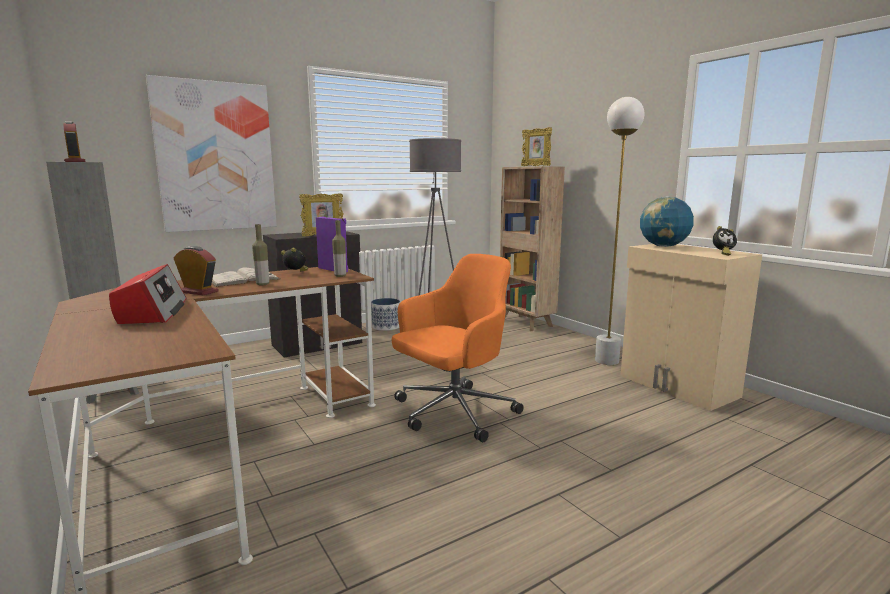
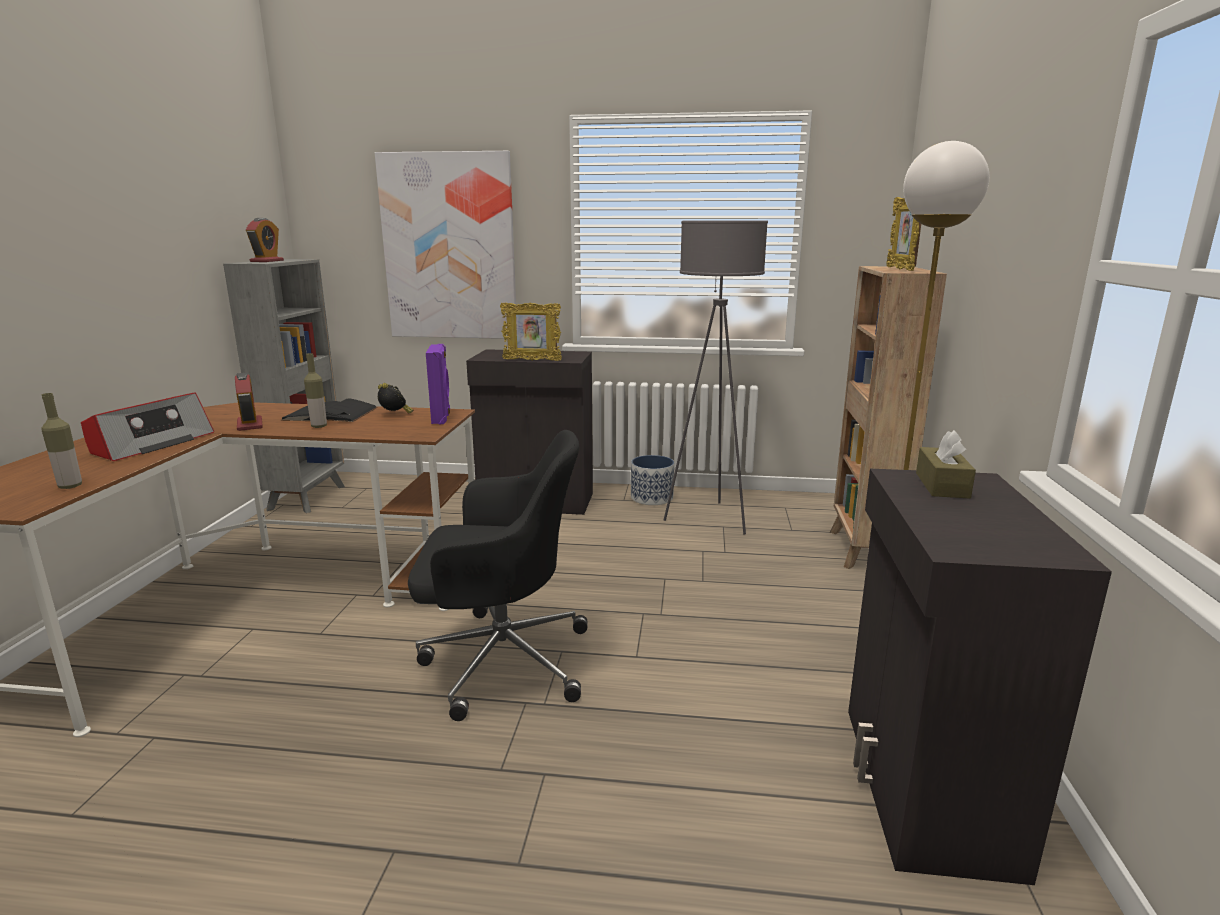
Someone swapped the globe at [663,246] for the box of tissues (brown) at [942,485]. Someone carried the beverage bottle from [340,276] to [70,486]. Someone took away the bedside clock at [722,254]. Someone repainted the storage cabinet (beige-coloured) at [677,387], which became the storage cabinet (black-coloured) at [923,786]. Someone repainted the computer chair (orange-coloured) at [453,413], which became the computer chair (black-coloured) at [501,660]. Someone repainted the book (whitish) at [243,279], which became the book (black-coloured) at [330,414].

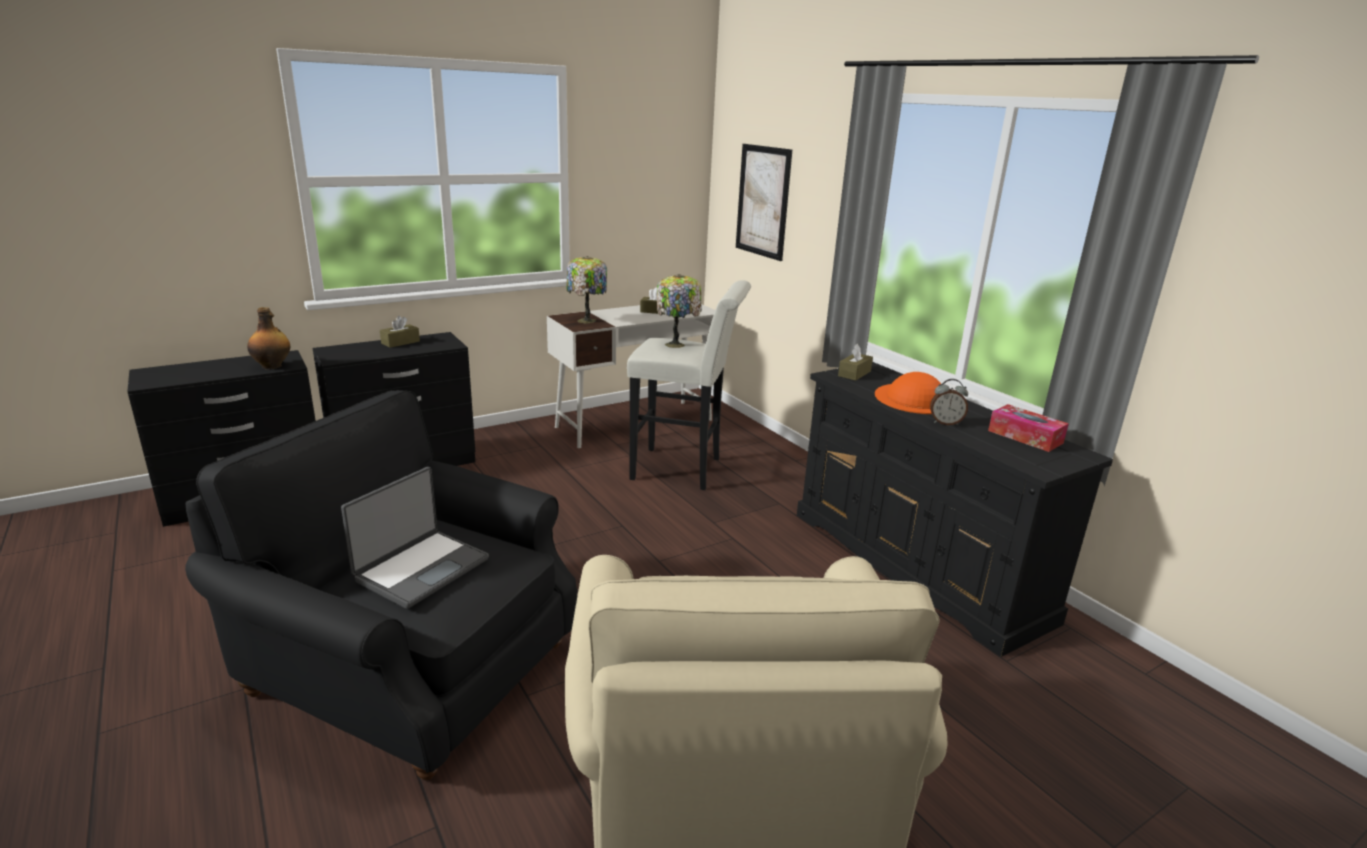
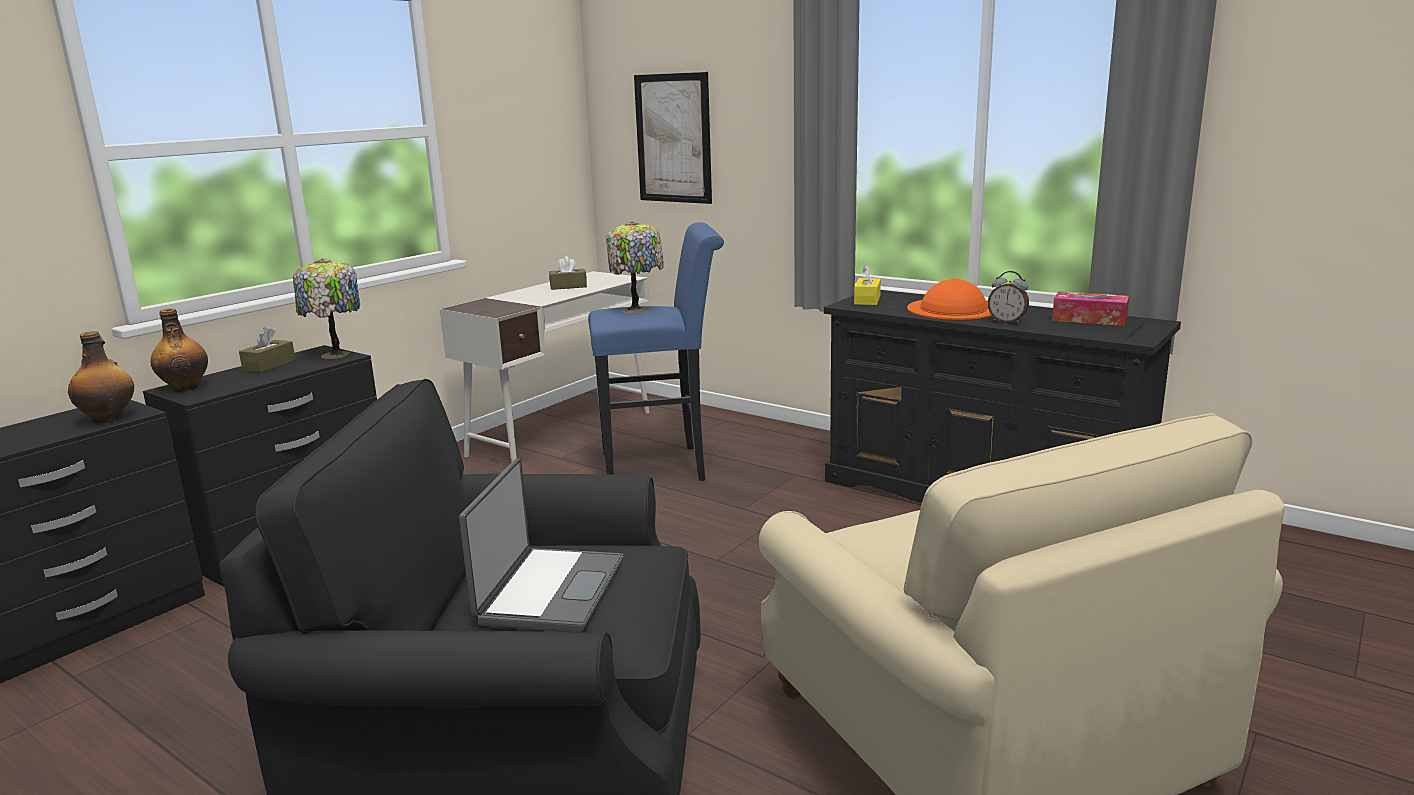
Someone carried the lamp for a table from [586,321] to [336,355]. Someone repainted the stool (whitish) at [683,470], which became the stool (blue) at [662,466]. Someone repainted the box of tissues (brown) at [854,374], which became the box of tissues (yellow-coloured) at [867,300]. Someone rotated the bedside clock at [945,423] by 45 degrees clockwise. Someone put down the beverage bottle at [186,388].

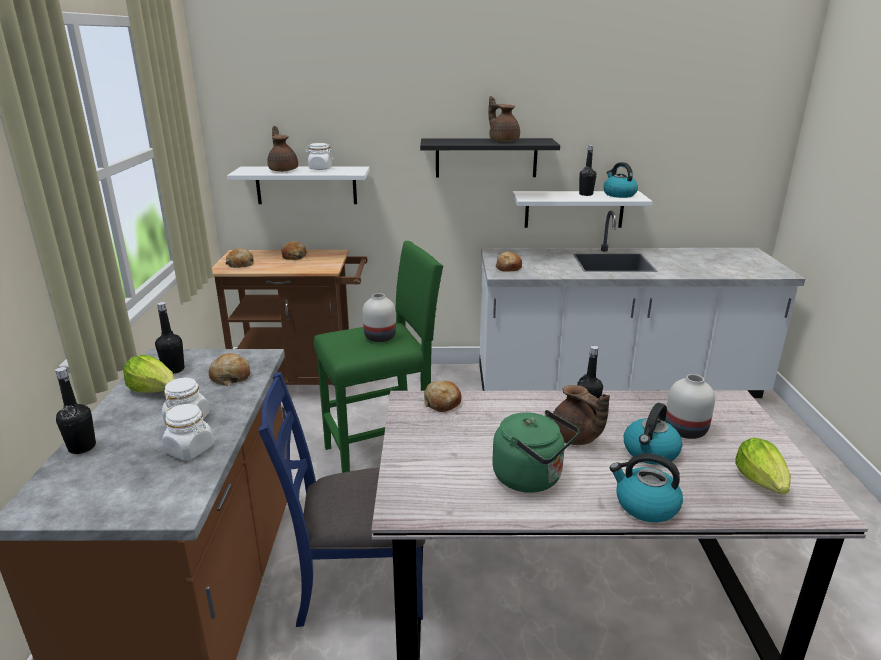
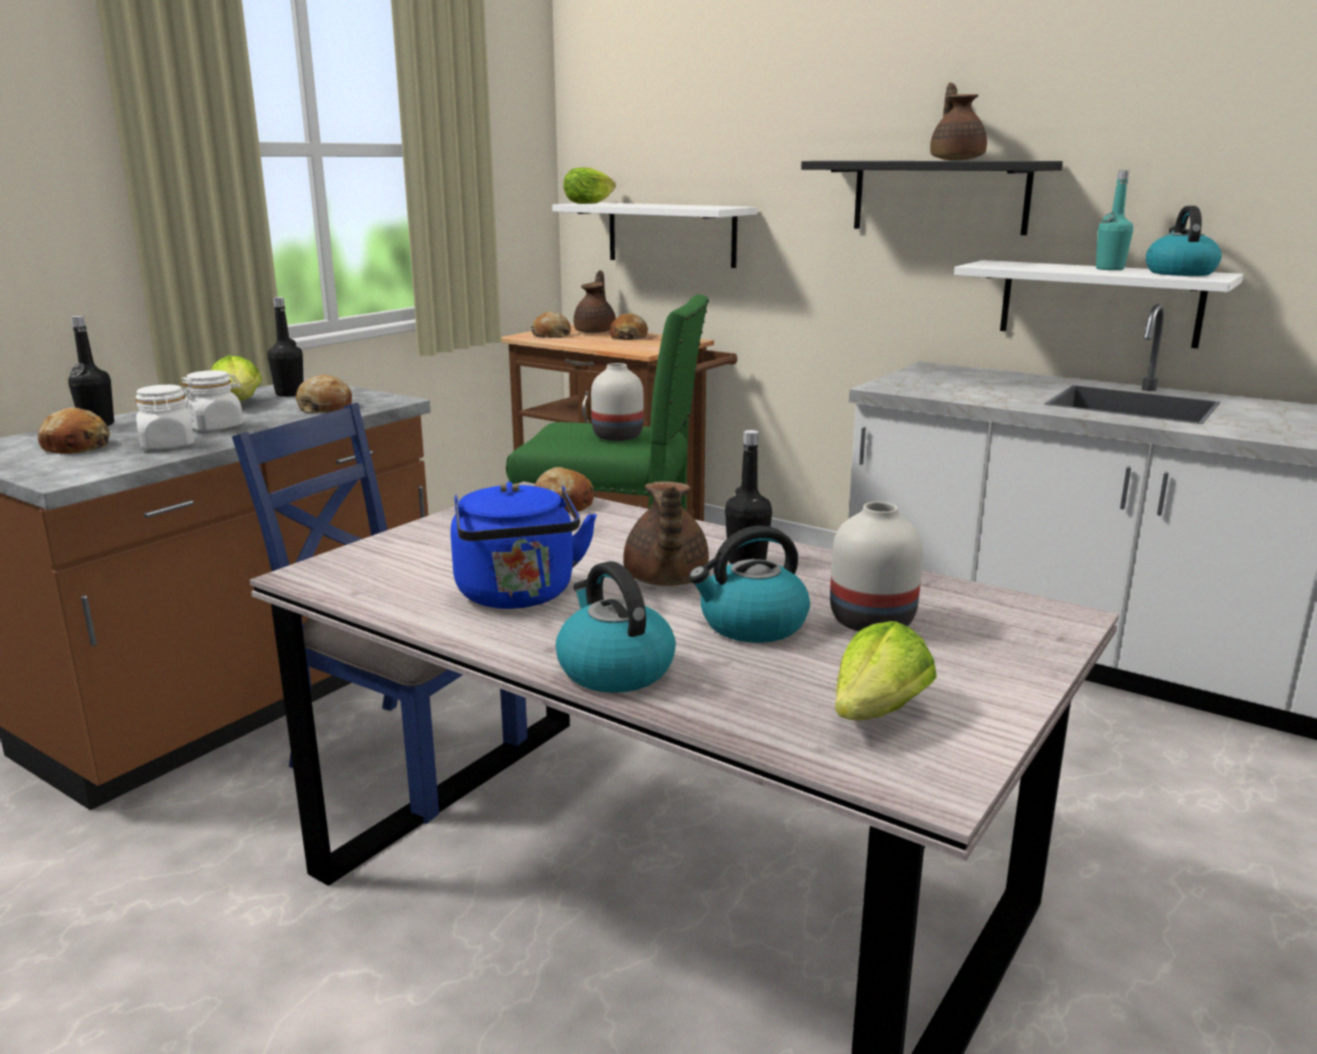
Someone carried the teapot (brown) from [283,170] to [596,331]. Someone took away the jar (whitish) at [320,168]. Someone repainted the beverage bottle (black-coloured) at [586,194], which became the beverage bottle (blue-green) at [1109,269]. Someone carried the baked bread from [508,267] to [77,446]. Someone repainted the kettle (greenish) at [531,478], which became the kettle (blue) at [518,596]. Someone put down the lettuce head at [588,203].

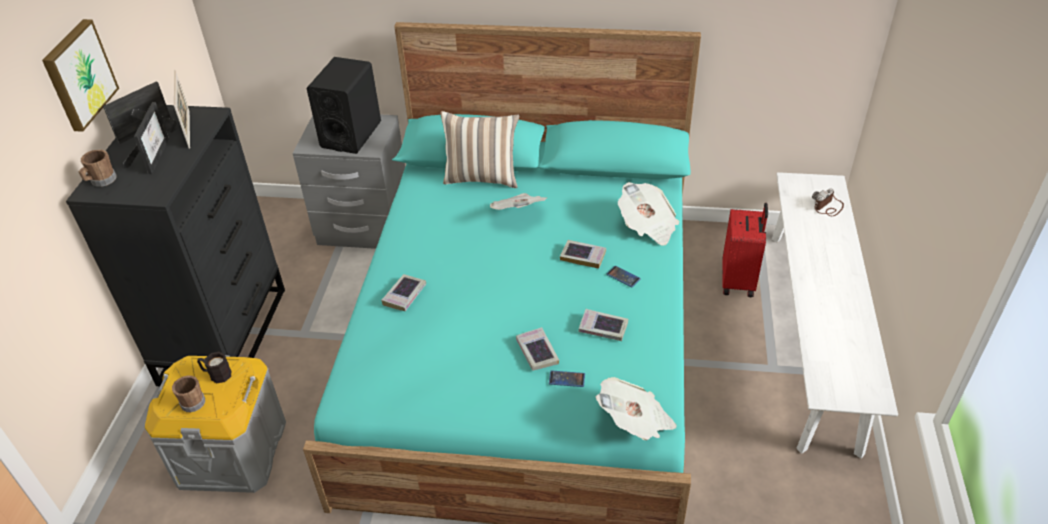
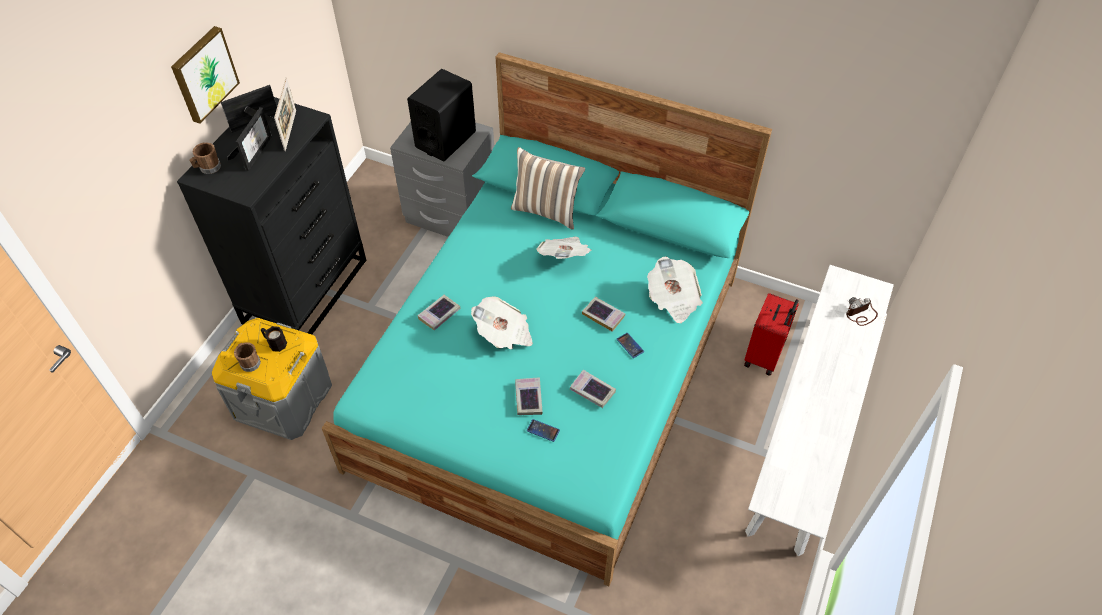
Someone carried the daily paper from [635,422] to [504,334].

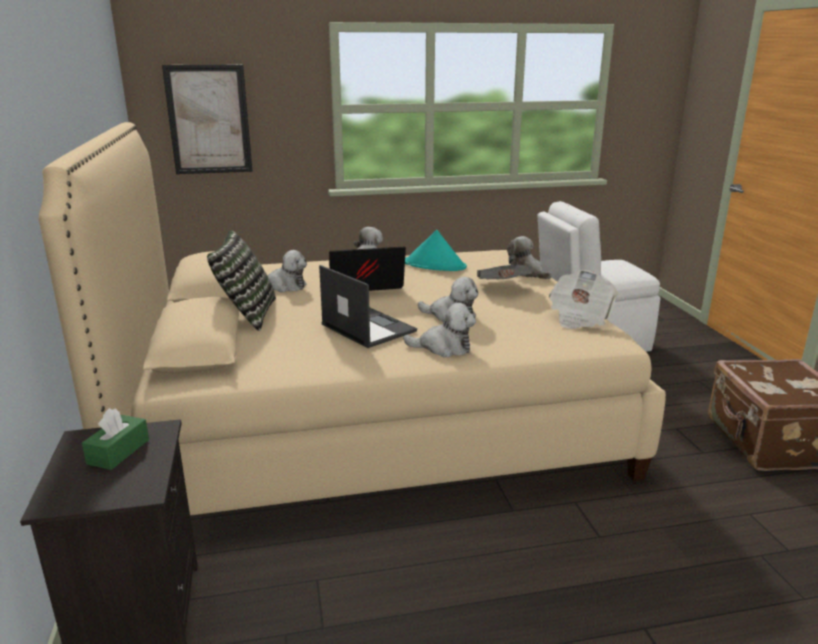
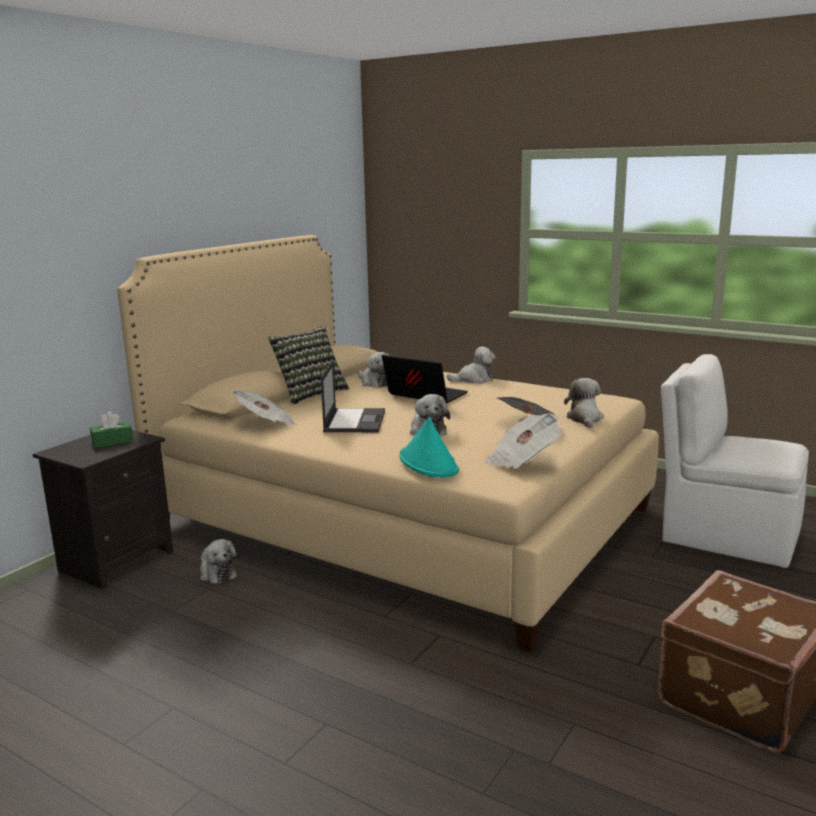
Someone took away the wall art at [209,120]. Someone carried the wearable hat (blue-green) from [435,265] to [429,463]. Someone carried the cuddly toy from [443,348] to [217,573]. Someone put down the daily paper at [266,423].

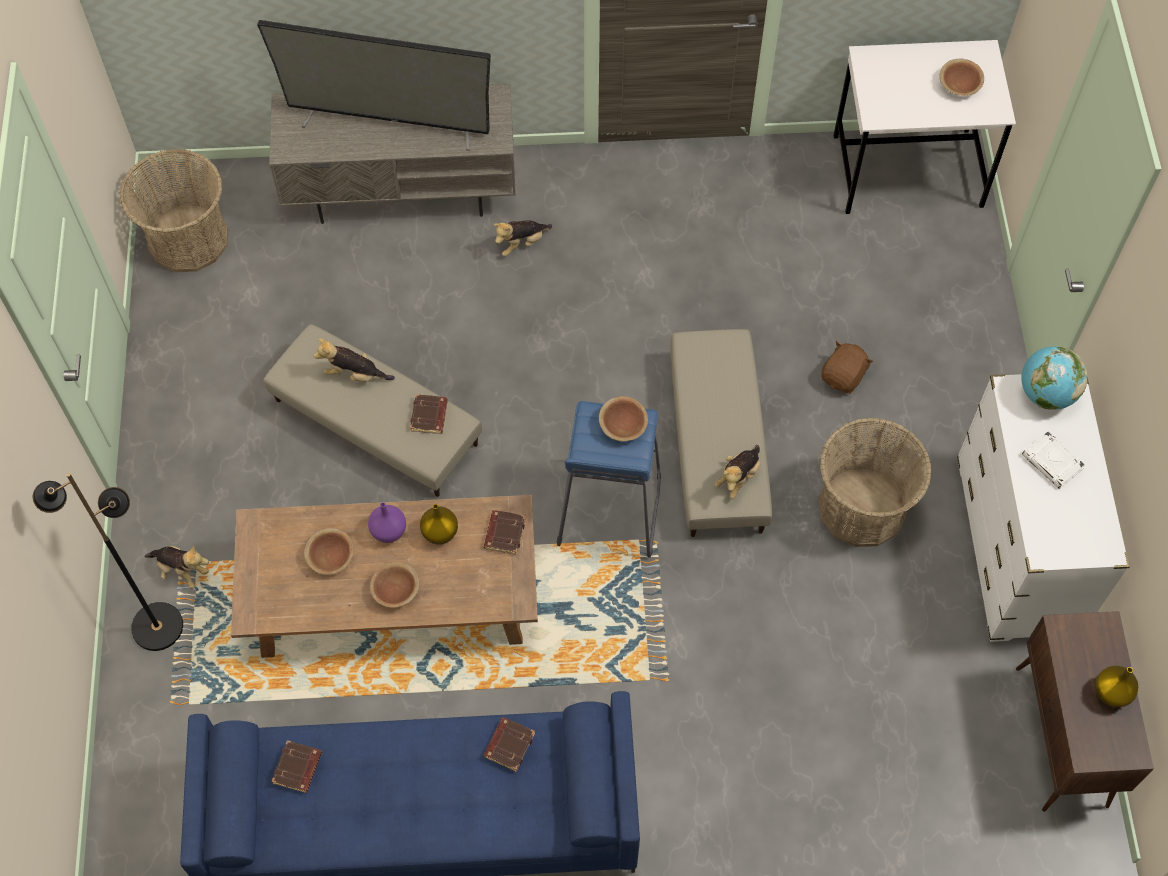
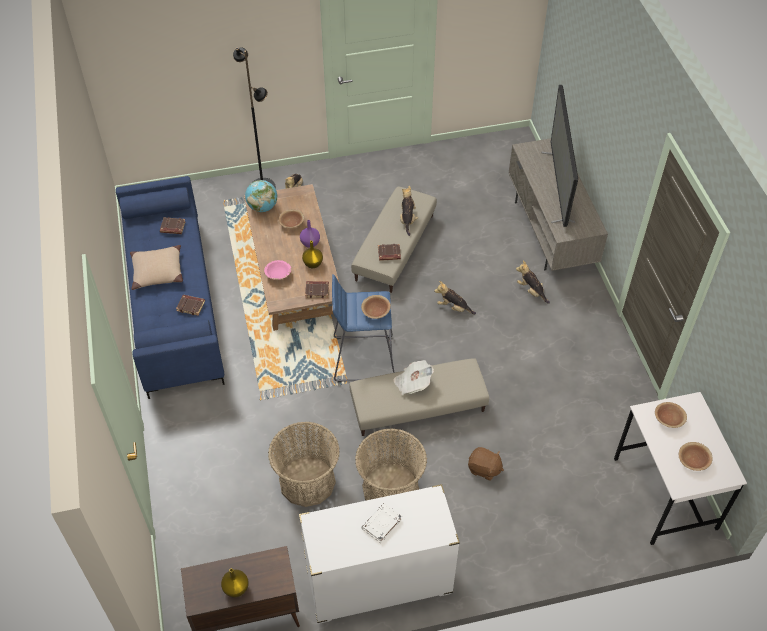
Someone carried the basket from [188,239] to [307,481]. Someone carried the globe from [1045,394] to [262,207]. Someone carried the cuddly toy from [738,477] to [453,307]. Someone carried the bowl (brown) from [395,590] to [668,419]. Someone put down the pillow (beige-coloured) at [157,272]. Someone put down the bowl (pinkish) at [278,274]. Someone put down the daily paper at [412,383].

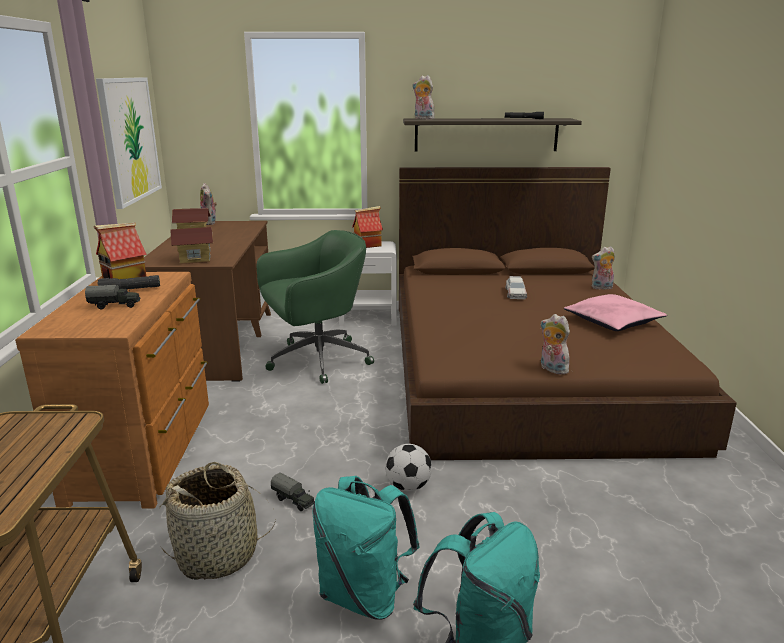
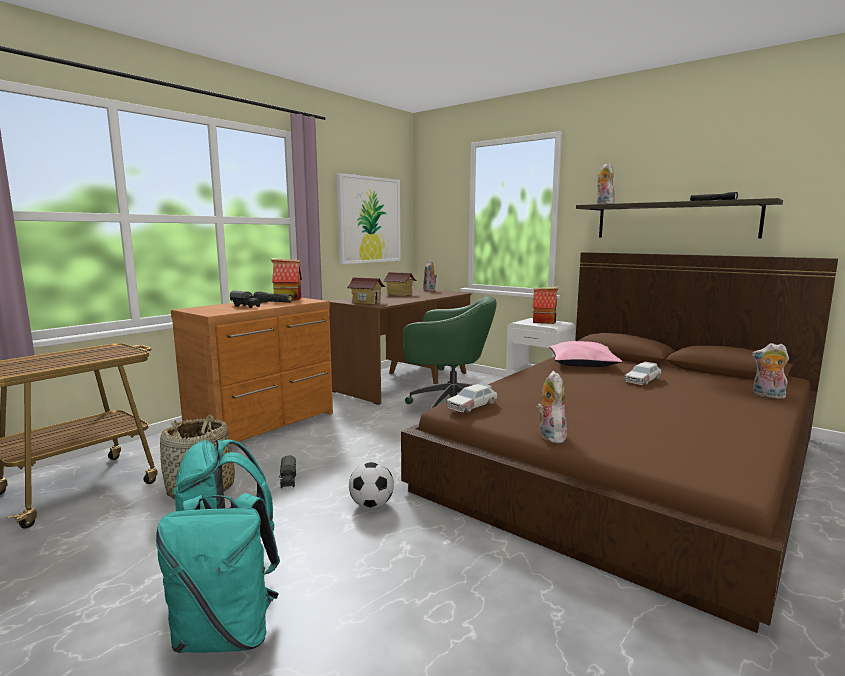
Someone carried the pillow (pinkish) from [612,321] to [582,363]. Someone put down the toy car at [472,405].

